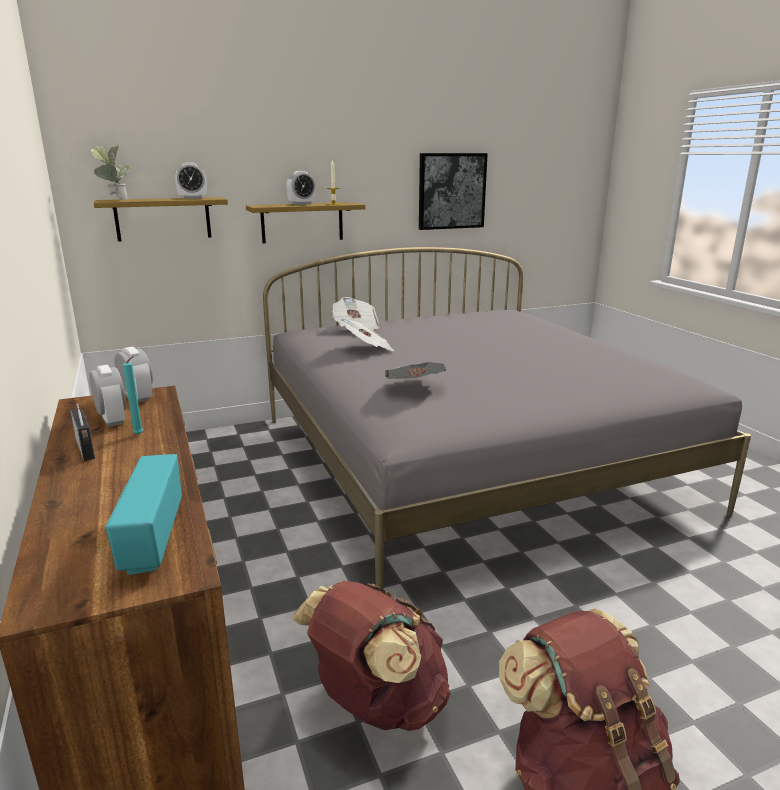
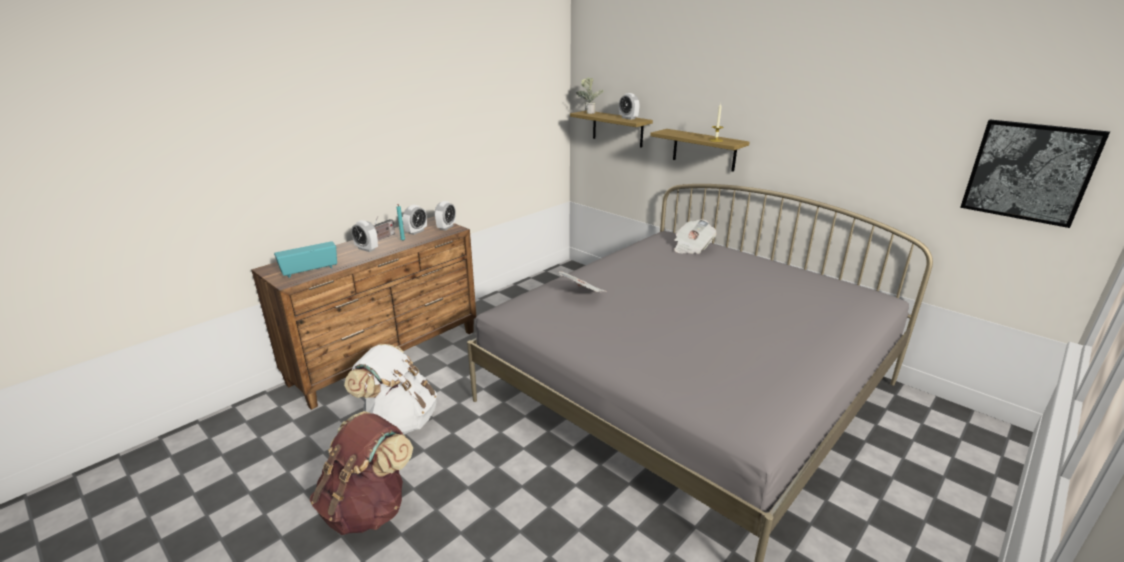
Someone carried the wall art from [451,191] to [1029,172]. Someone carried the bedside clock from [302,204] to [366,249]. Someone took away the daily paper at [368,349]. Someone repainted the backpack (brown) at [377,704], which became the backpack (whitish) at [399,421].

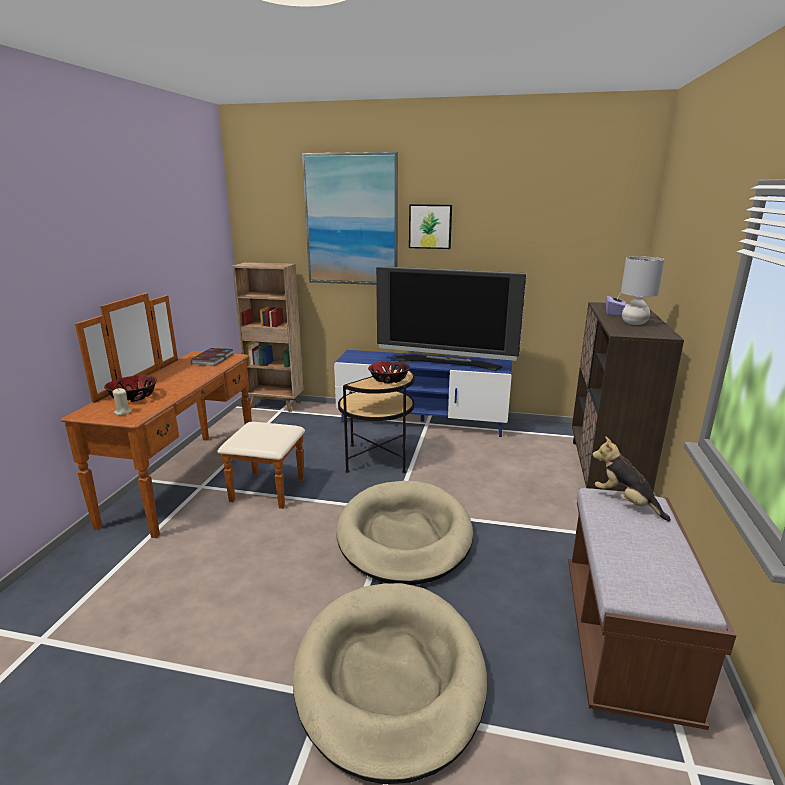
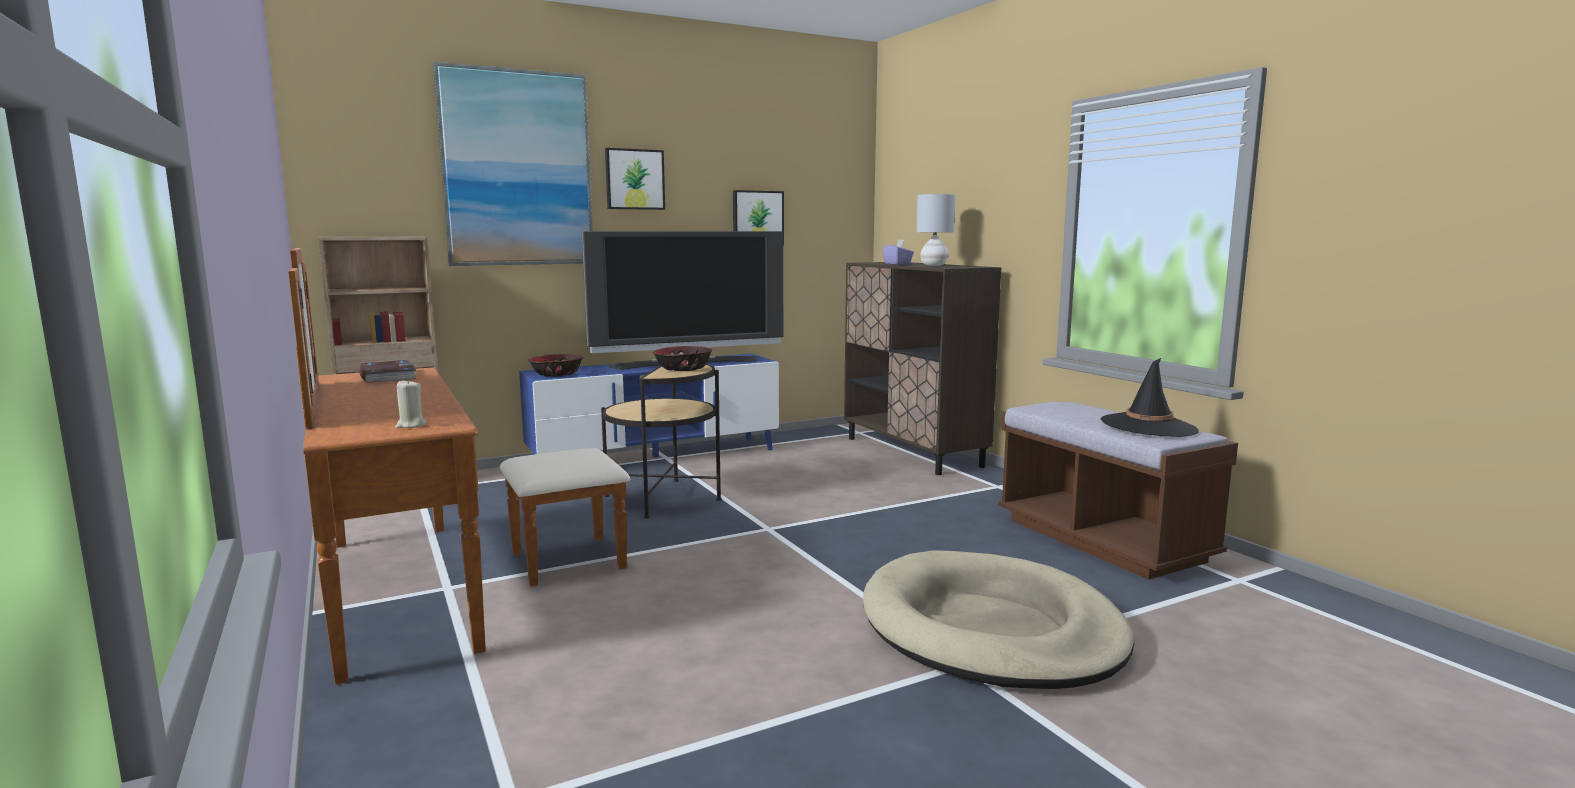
Someone carried the bowl from [133,397] to [556,374]. Someone took away the cuddly toy at [625,502]. Someone took away the dog bed (beige-coloured) at [404,536]. Someone put up the wall art at [757,218]. Someone put down the wearable hat (black-coloured) at [1148,426].

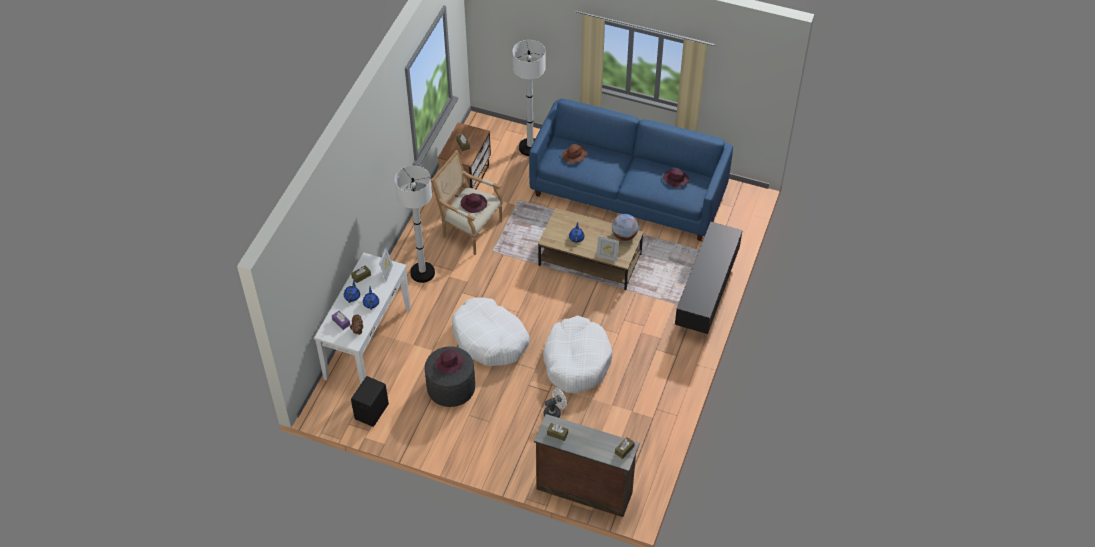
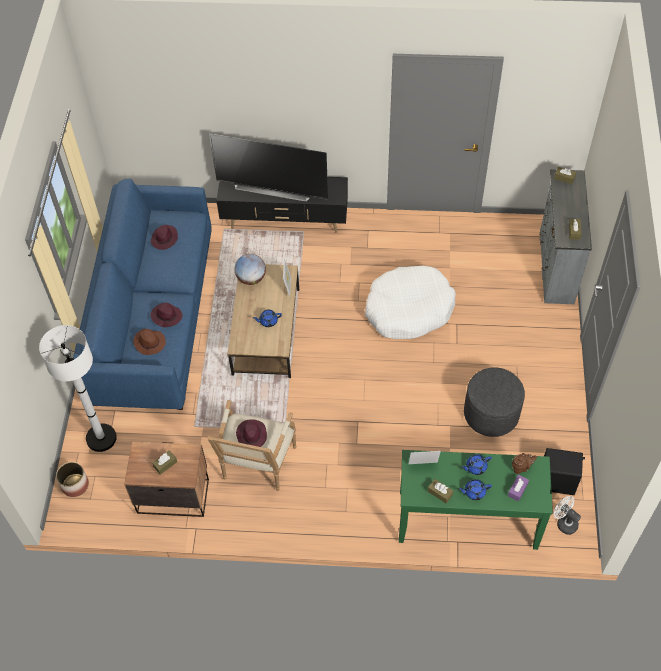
Someone took away the standing lamp (whitish) at [422,273]. Someone repainted the hall table (whitish) at [367,343], which became the hall table (greenish) at [467,520]. Someone took away the dog bed (whitish) at [490,339]. Someone carried the wearable hat (purple) from [450,362] to [166,316]. Someone carried the electric fan (whitish) from [554,412] to [564,522]. Someone repainted the chest of drawers (brown) at [584,489], which became the chest of drawers (gray) at [555,267]. Someone put down the TV at [273,188]. Someone put down the planter at [75,485].

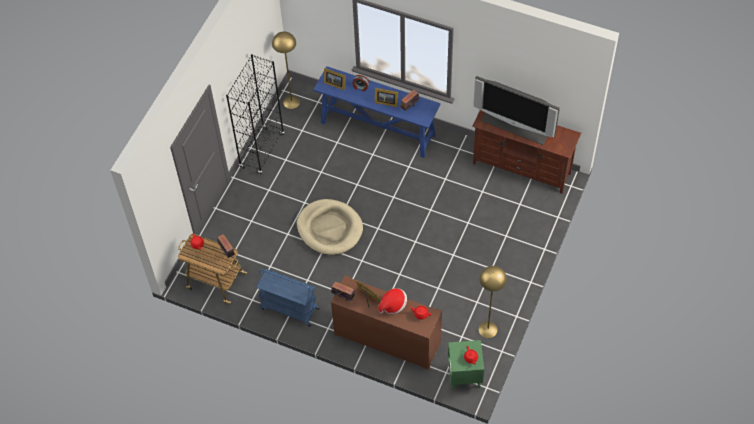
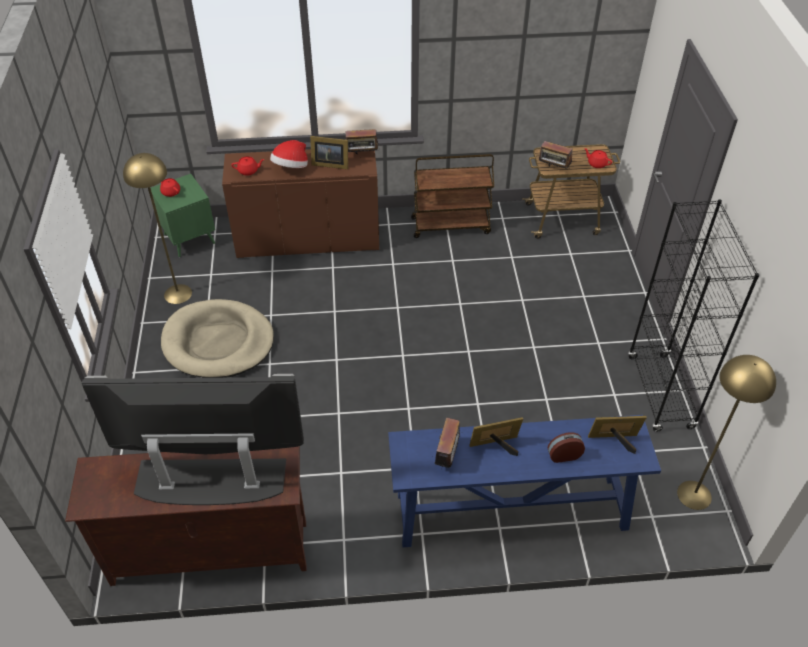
Someone carried the dog bed (beige-coloured) from [329,229] to [218,342]. Someone repainted the trolley (blue) at [289,308], which became the trolley (brown) at [451,225].

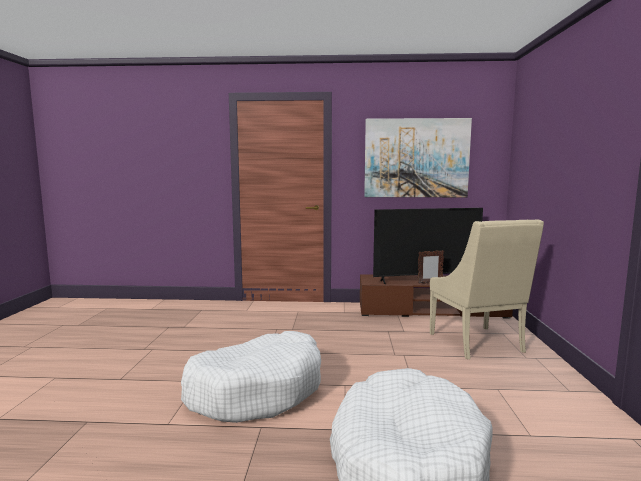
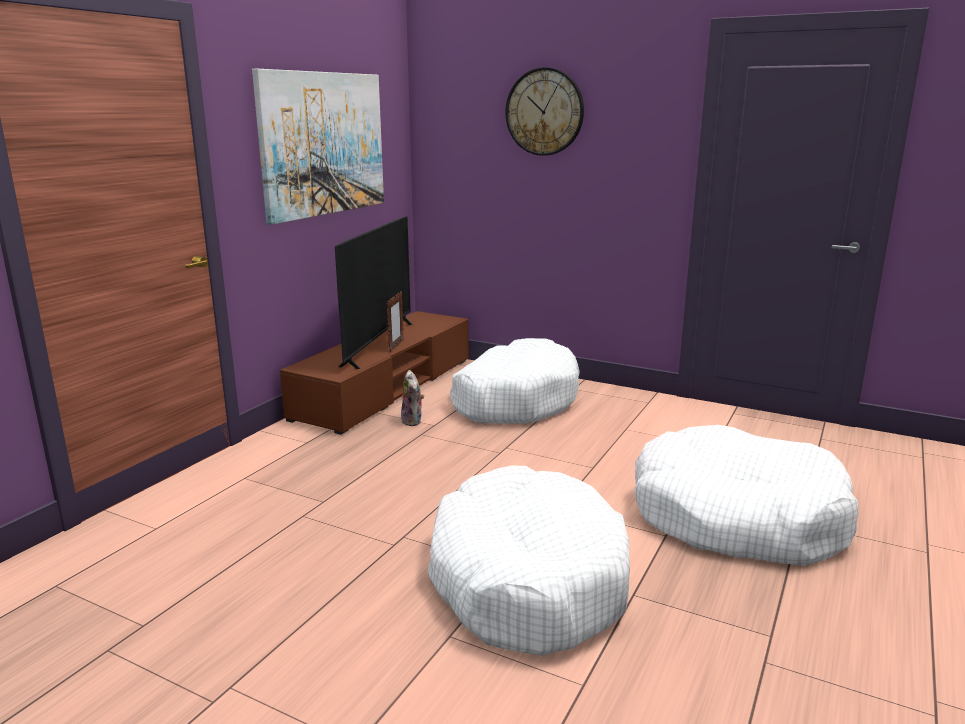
Someone swapped the easy chair (beige-coloured) at [478,343] for the dog bed (whitish) at [515,399]. Someone put up the clock on the wall at [544,112]. Someone put down the cuddly toy at [413,421].

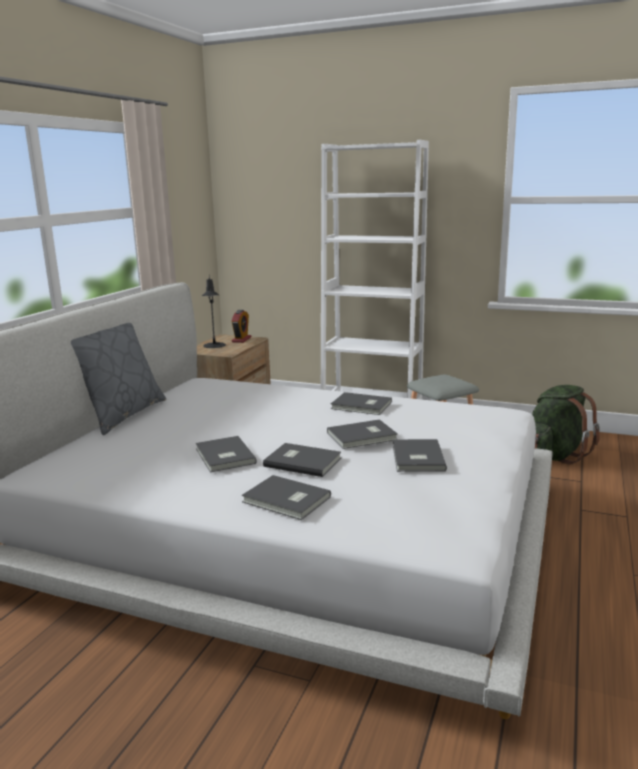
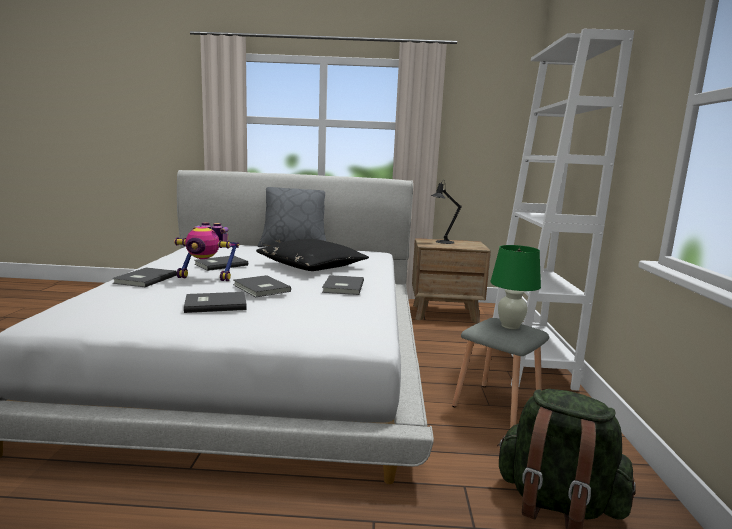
Someone took away the bedside clock at [241,339]. Someone swapped the book (gray) at [302,461] for the model robot at [207,277]. Someone put down the pillow (black-coloured) at [312,266]. Someone put down the lamp for a table (greenish) at [510,326].

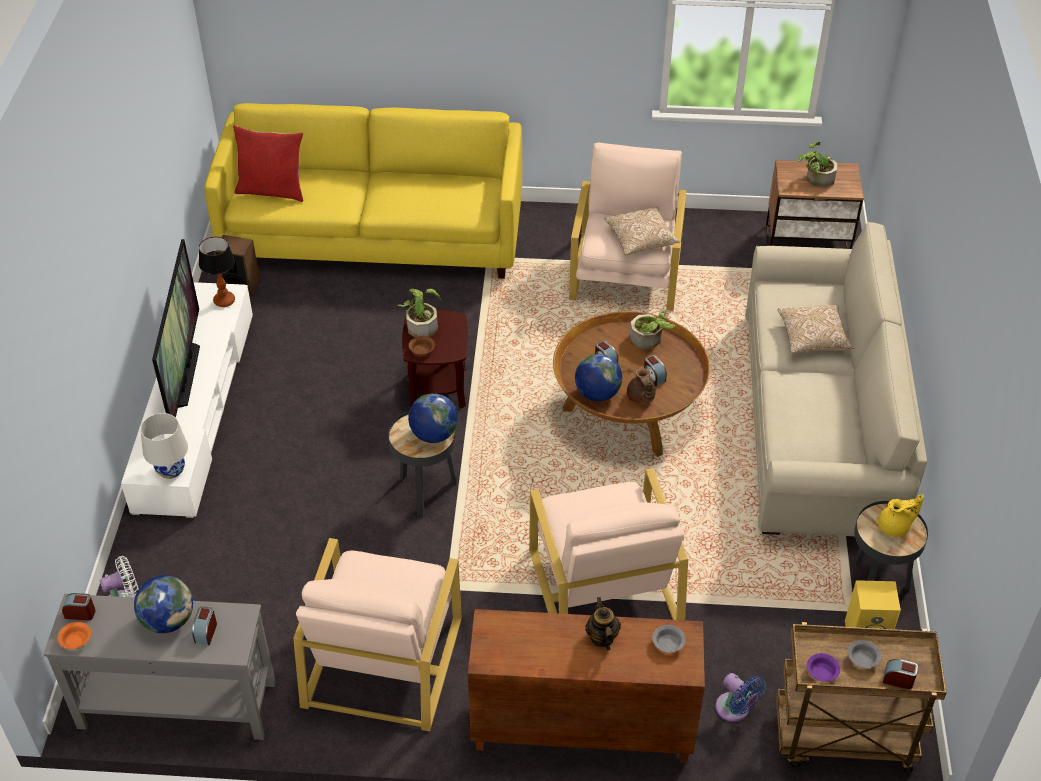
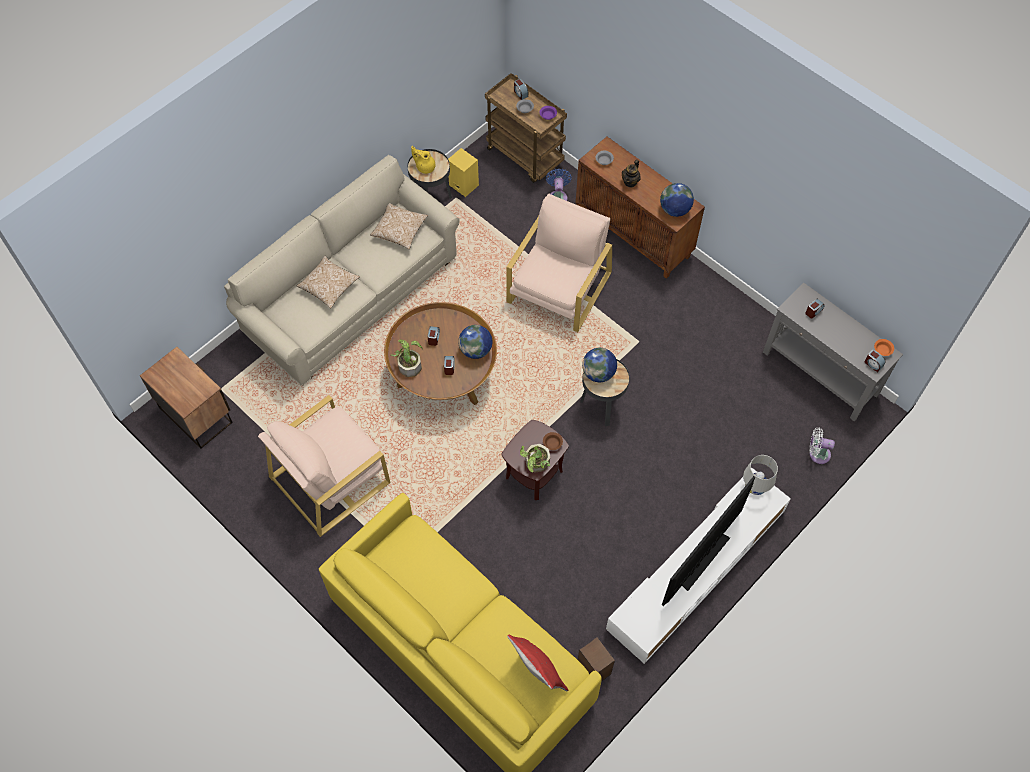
Someone took away the potted plant at [816,178]. Someone carried the pillow from [640,239] to [399,231]. Someone took away the lamp for a table at [224,301]. Someone took away the teapot (brown) at [640,398]. Someone took away the easy chair (beige-coloured) at [383,660]. Someone carried the globe from [168,620] to [674,210].

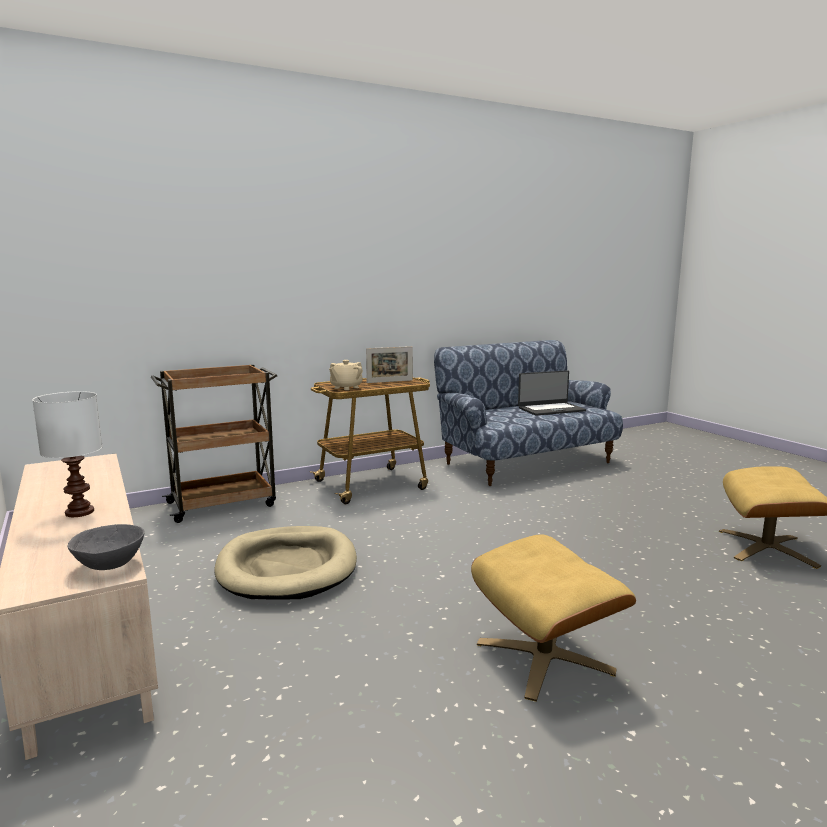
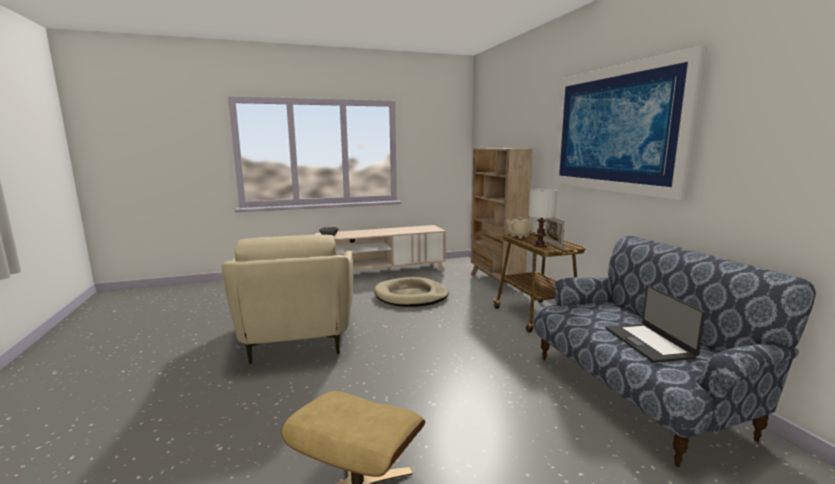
Someone swapped the trolley (brown) at [223,503] for the shelving unit (beige-coloured) at [495,282]. Someone carried the lamp for a table (whitish) from [81,512] to [540,246]. Someone swapped the pouffe (beige-coloured) at [545,657] for the easy chair (beige-coloured) at [297,339]. Someone put up the wall art at [615,129].

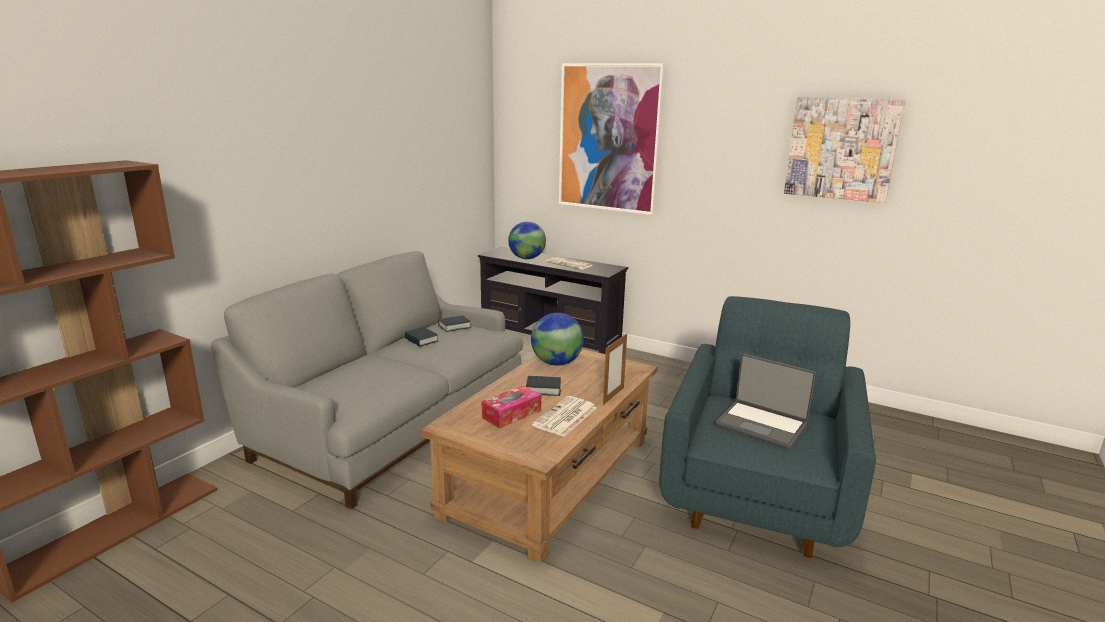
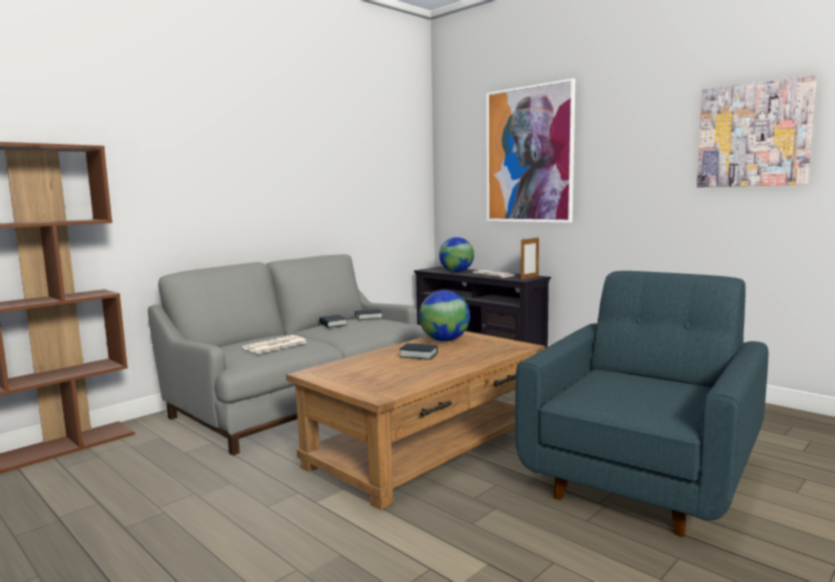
Someone carried the photo frame from [613,396] to [529,278]. Someone took away the portable computer at [761,425]. Someone took away the box of tissues at [511,414]. Someone carried the daily paper from [565,417] to [274,345].

